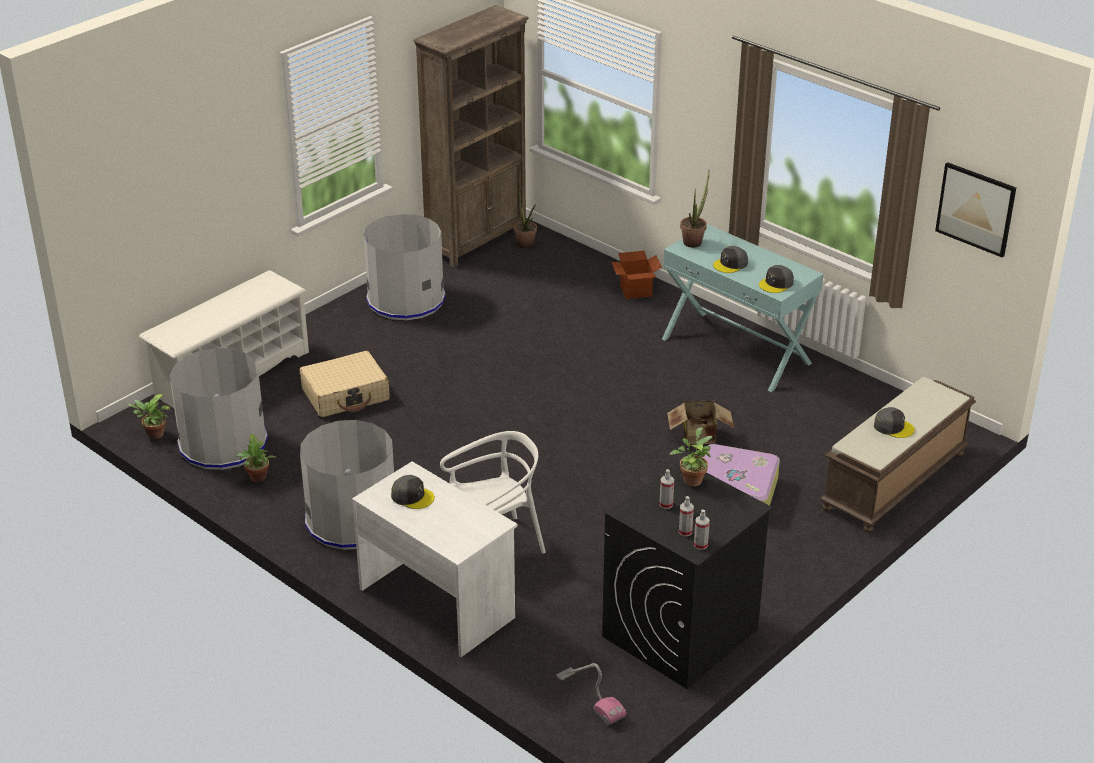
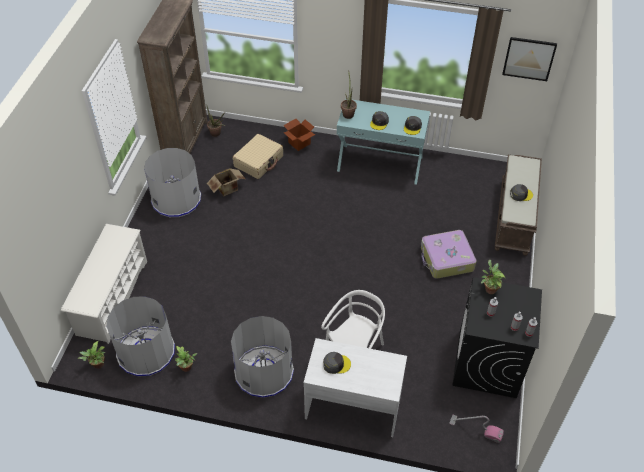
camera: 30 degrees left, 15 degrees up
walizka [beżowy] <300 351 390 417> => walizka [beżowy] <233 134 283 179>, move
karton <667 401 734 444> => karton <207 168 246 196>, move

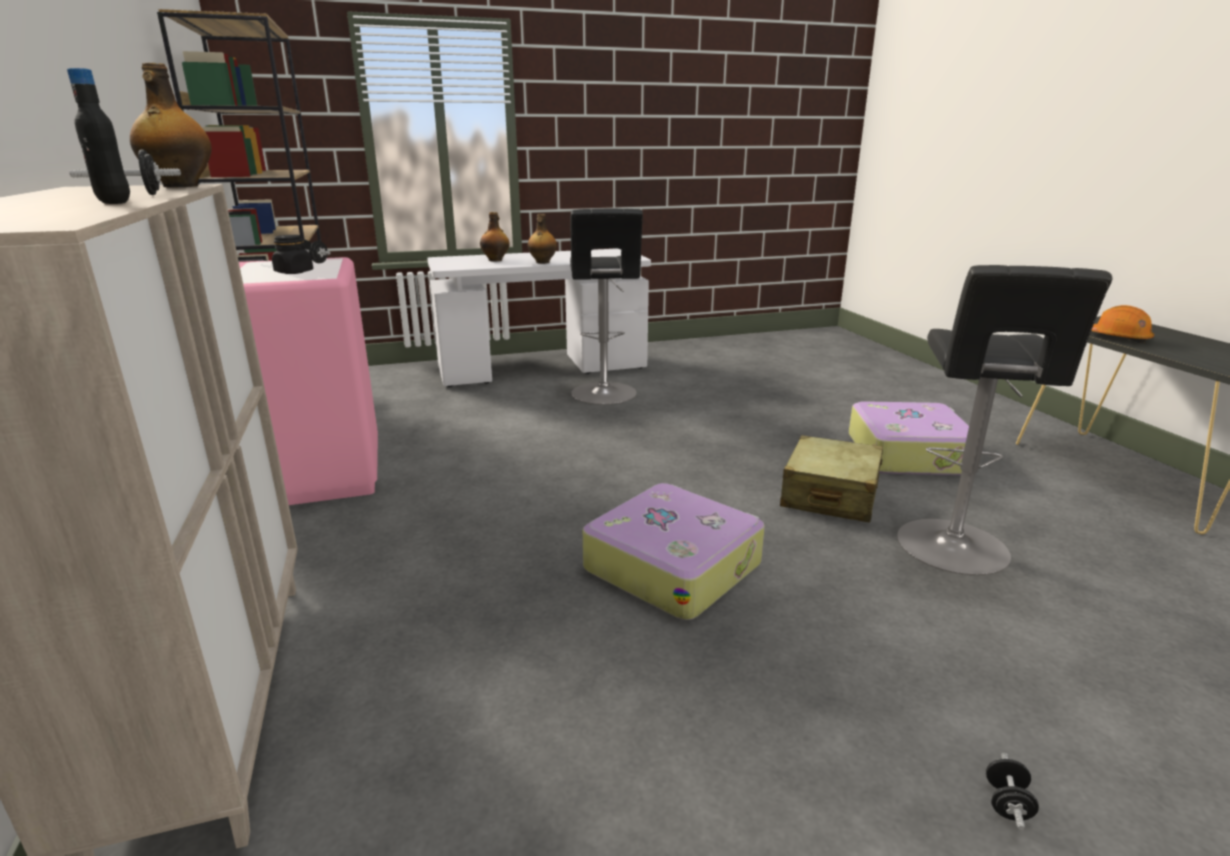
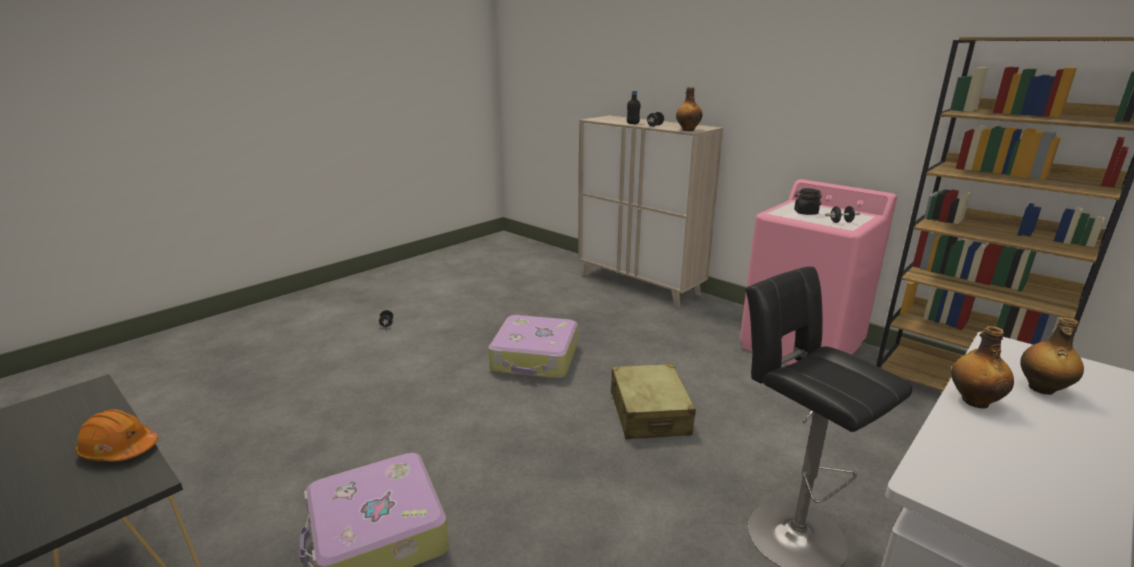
camera: 150 degrees right, 0 degrees up
stołek [czarny] <897 265 1112 575> => nothing
walizka [beżowy] <780 435 883 522> => walizka [beżowy] <611 364 696 439>, move

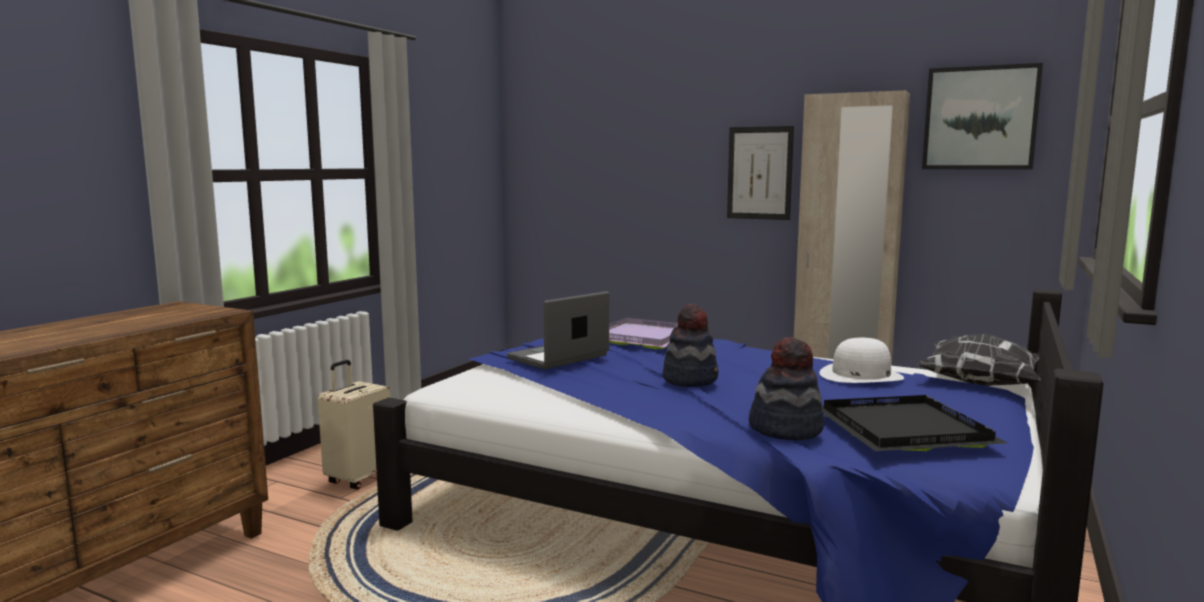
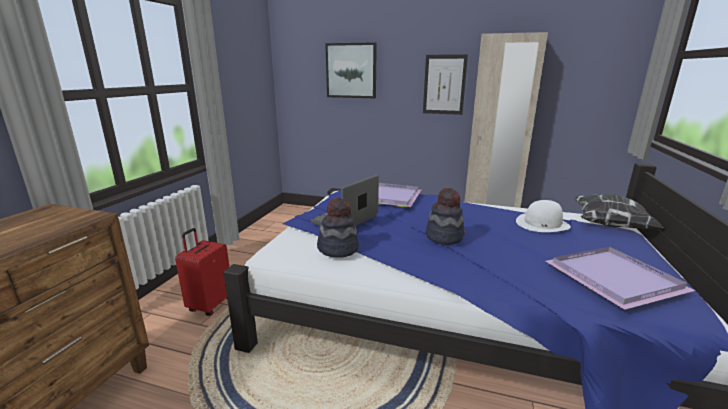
camera: 10 degrees left, 10 degrees up
kapelusz <749 337 824 441> => kapelusz <317 197 359 258>, move
obraz <922 63 1043 170> => obraz <325 42 377 98>, move
walizka [beżowy] <318 360 390 490> => walizka [czerwony] <175 228 229 316>
taca [czarny] <822 395 1007 451> => taca [fioletowy] <545 247 695 310>

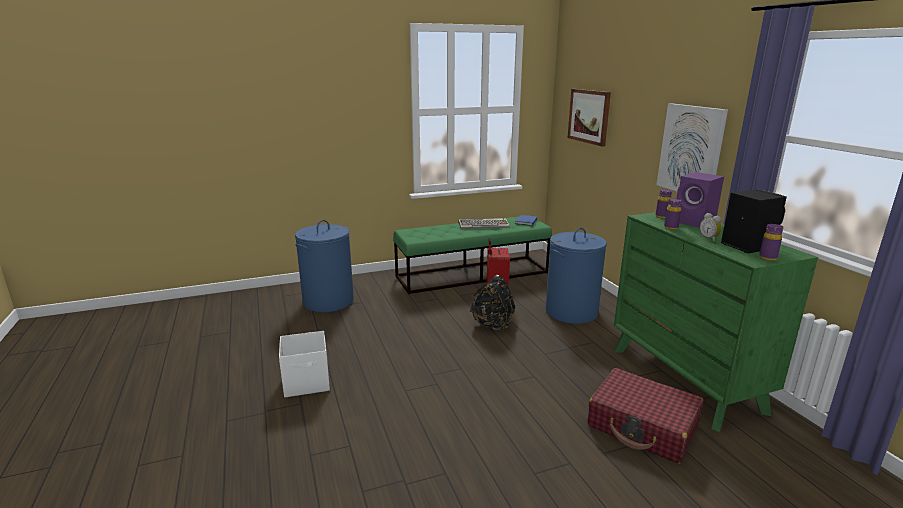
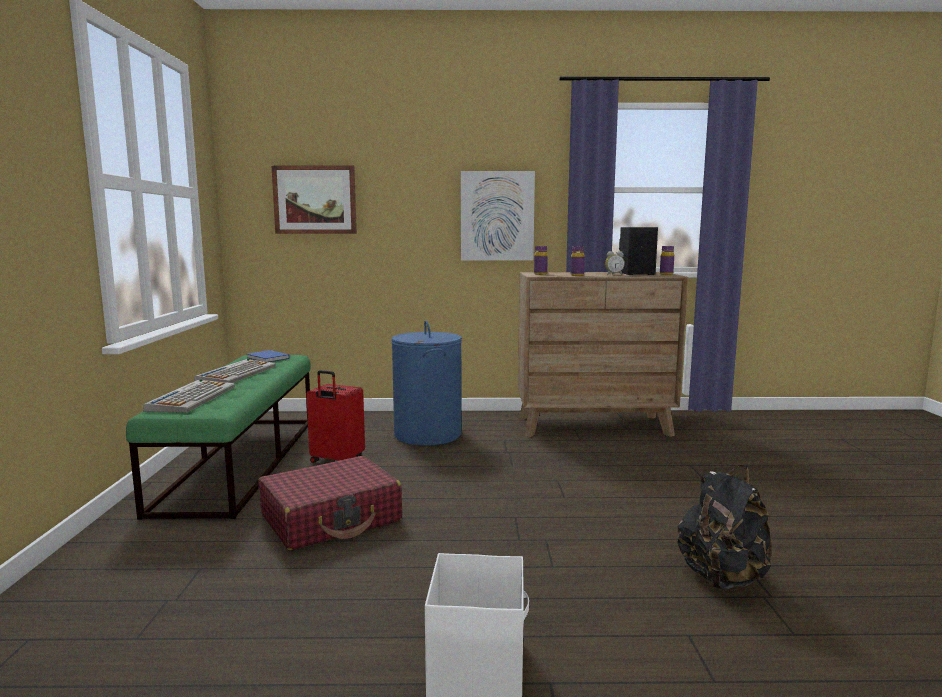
camera: 70 degrees left, 10 degrees down
kosz na pranie [niebieski] <295 220 354 312> => nothing
głośnik [fioletowy] <676 172 724 228> => nothing
nothing => klawiatura <143 380 235 413>
plecak [czarny] <470 275 516 331> => plecak [czarny] <677 465 772 589>, move
walizka [czerwony] <587 368 703 464> => walizka [czerwony] <258 456 402 550>, move
komoda [zielony] <614 212 818 432> => komoda [brązowy] <518 272 688 437>

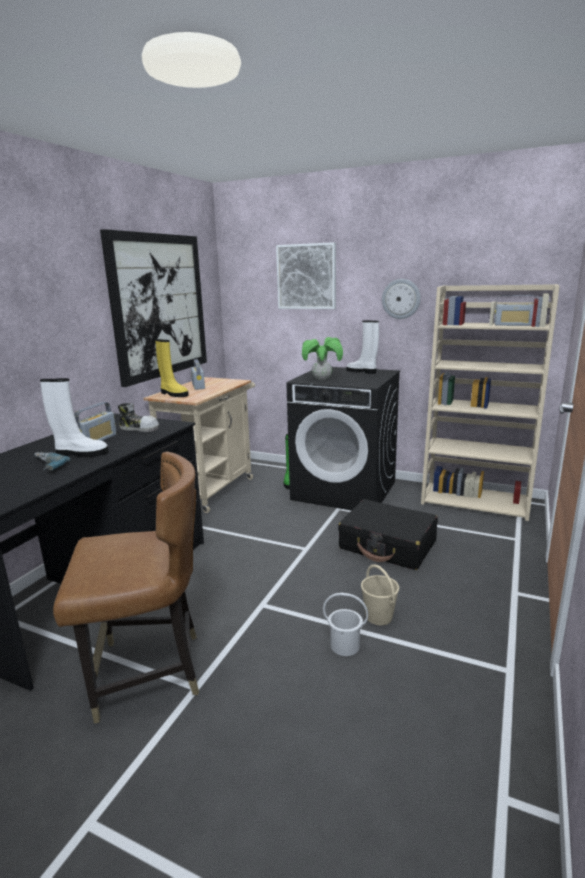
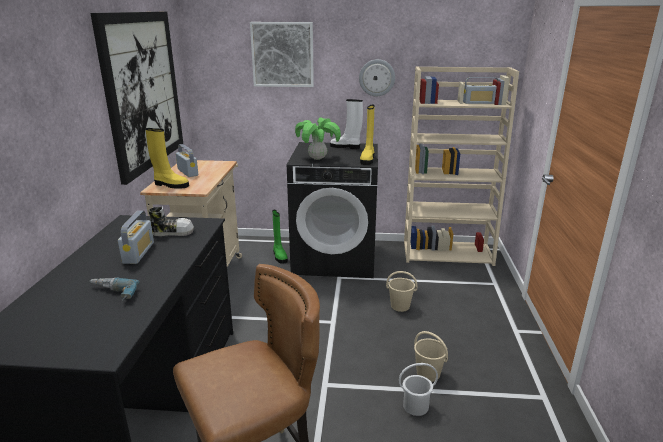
camera: 20 degrees left, 5 degrees up
but z cholewką [biały] <40 378 109 457> => nothing
nothing => but z cholewką [żółty] <360 105 375 165>
walizka [czarny] <338 499 438 570> => wiadro [beżowy] <386 271 417 312>

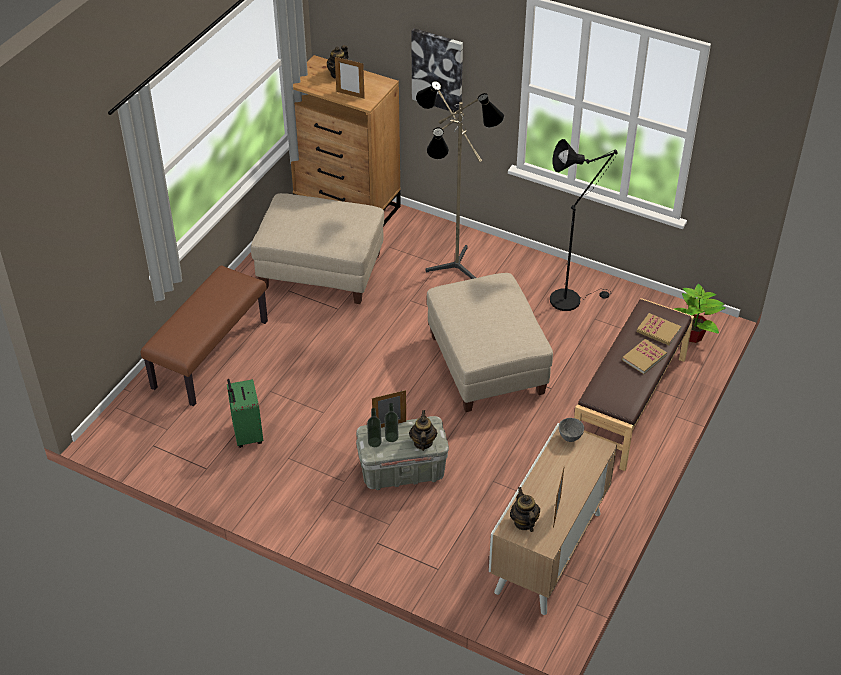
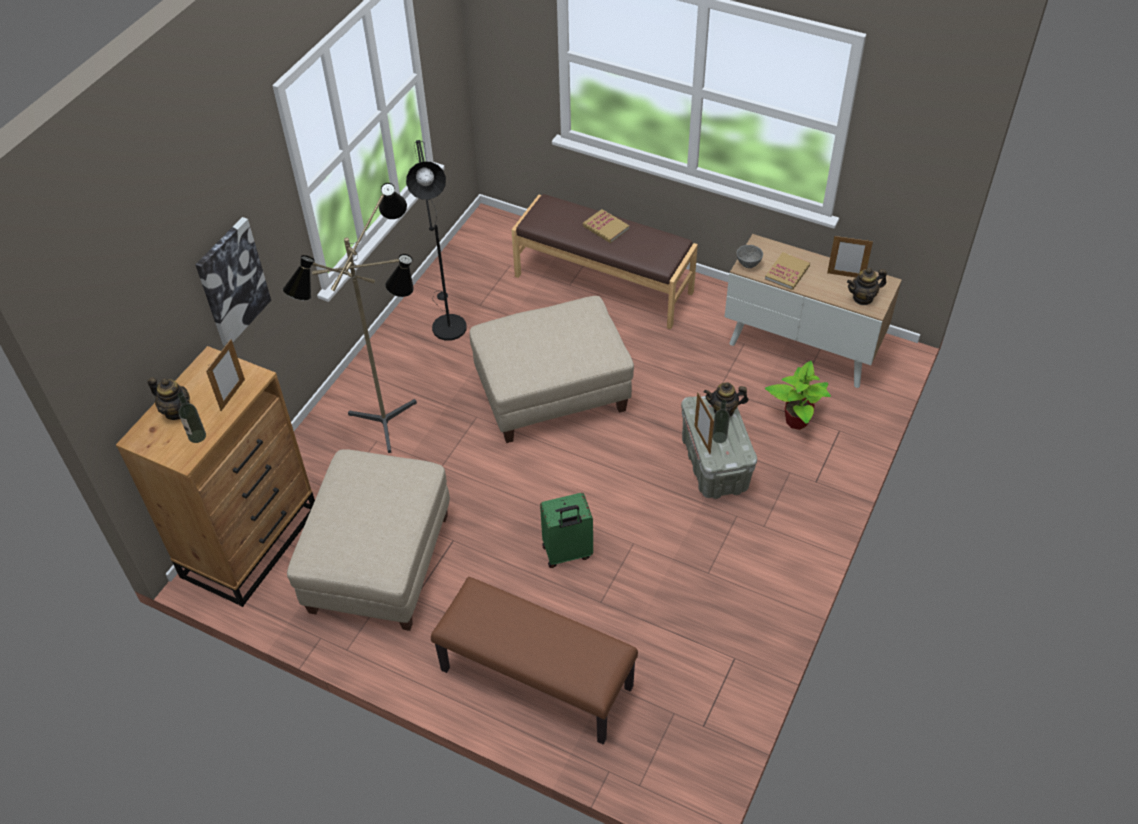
camera: 90 degrees left, 5 degrees up
walizka [zielony] <227 379 263 448> => walizka [zielony] <540 493 593 568>, move
butelka <367 408 382 447> => butelka <178 392 206 443>, move
książka <637 313 681 345> => książka <765 252 810 290>, move
roślina doniczkowa <674 284 725 343> => roślina doniczkowa <765 361 831 430>, move

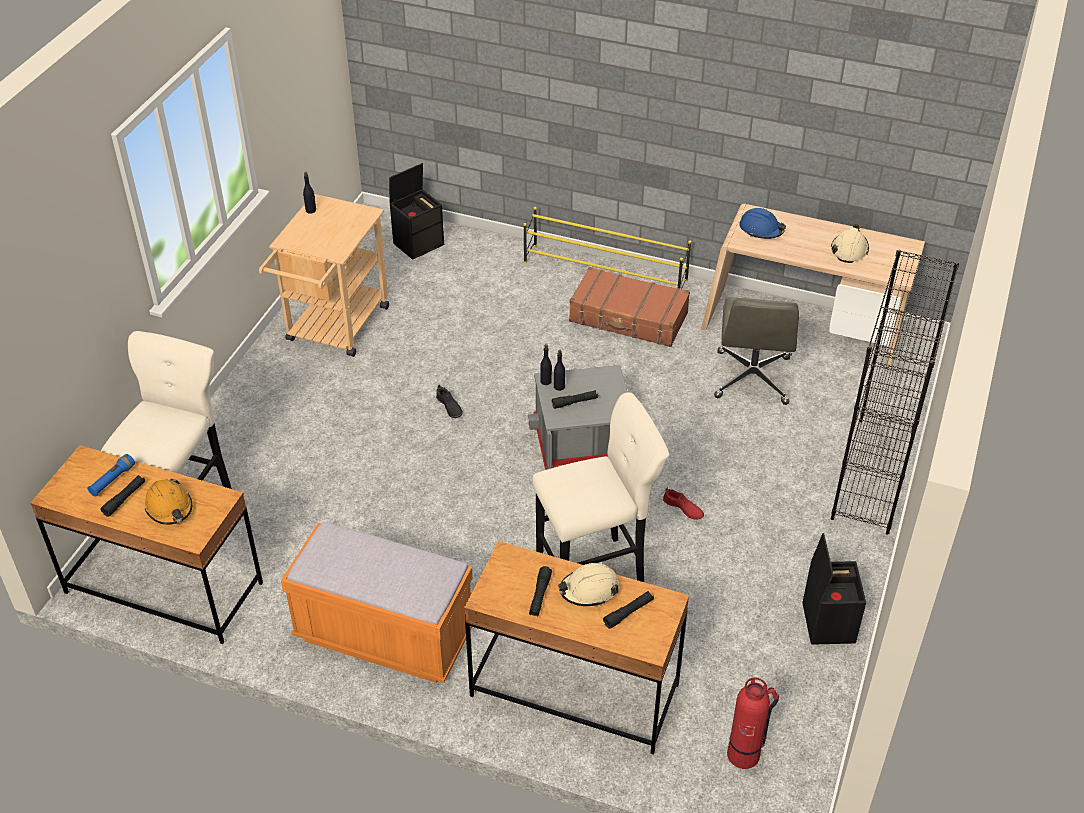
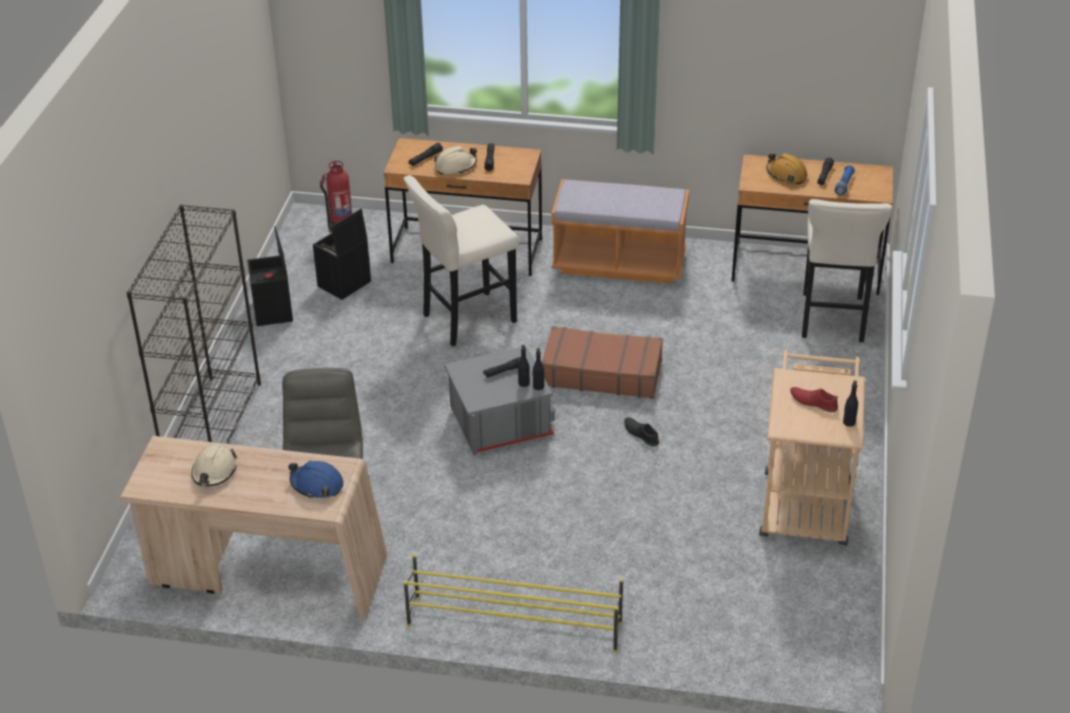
camera: 170 degrees right, 5 degrees down
pojemnik do przechowywania [czarny] <389 163 444 260> => pojemnik do przechowywania [czarny] <313 209 371 300>, move
walizka [brązowy] <569 267 690 347> => walizka [brązowy] <542 326 663 399>, move
but [czerwony] <663 487 704 519> => but [czerwony] <790 387 838 412>, move

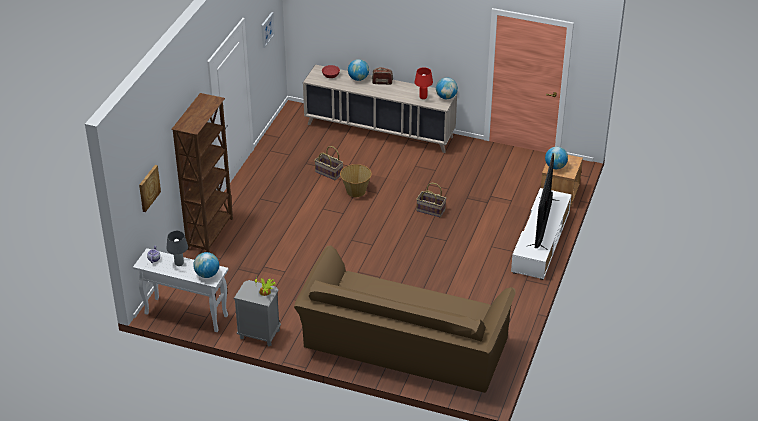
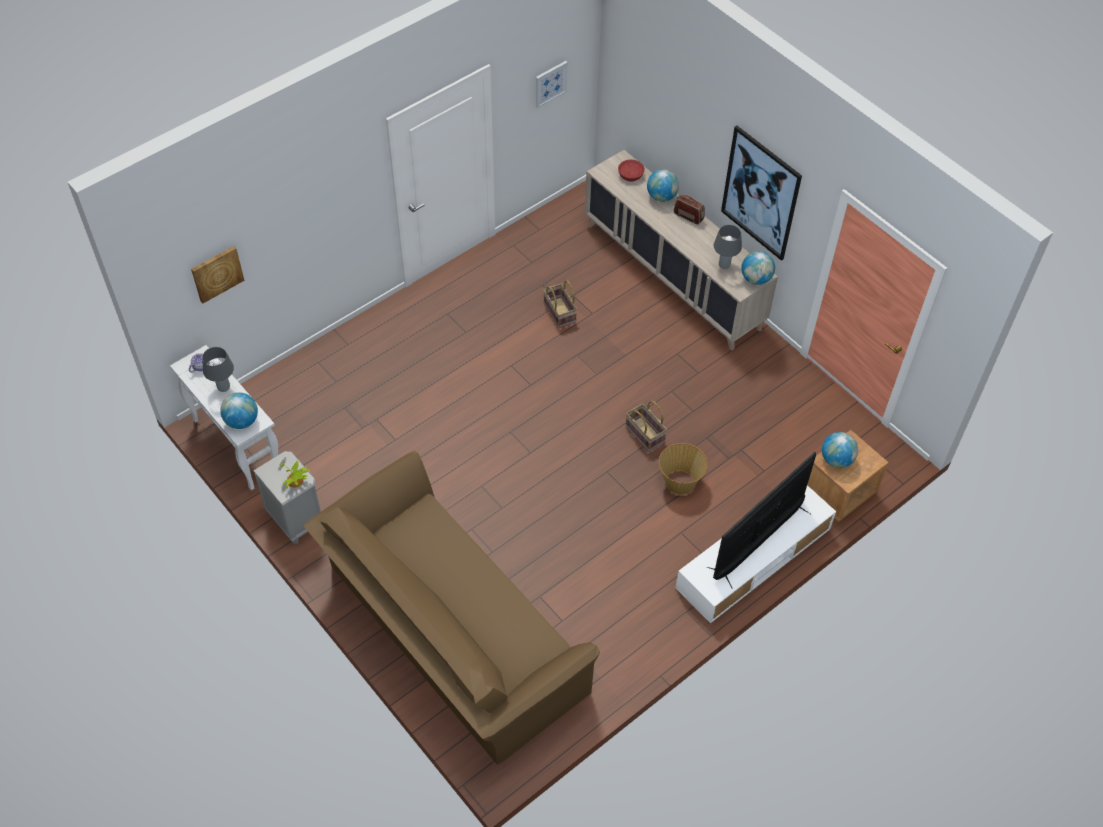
camera: 30 degrees right, 15 degrees up
regał [brązowy] <171 93 233 253> => nothing
nothing => obraz <721 126 802 261>
koszyk <340 164 372 197> => koszyk <659 443 708 495>, move
lampa stołowa [czerwony] <415 67 433 99> => lampa stołowa [szary] <714 225 742 269>

